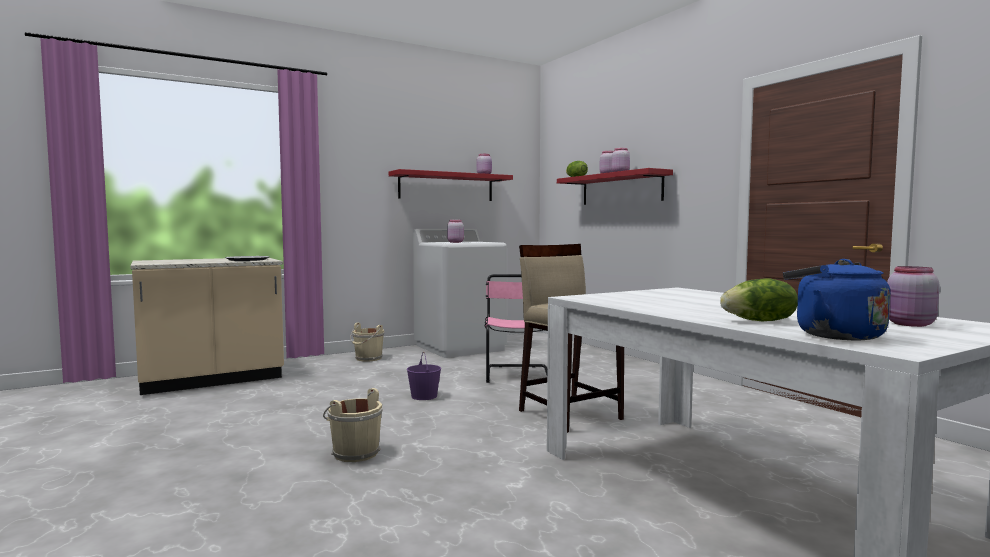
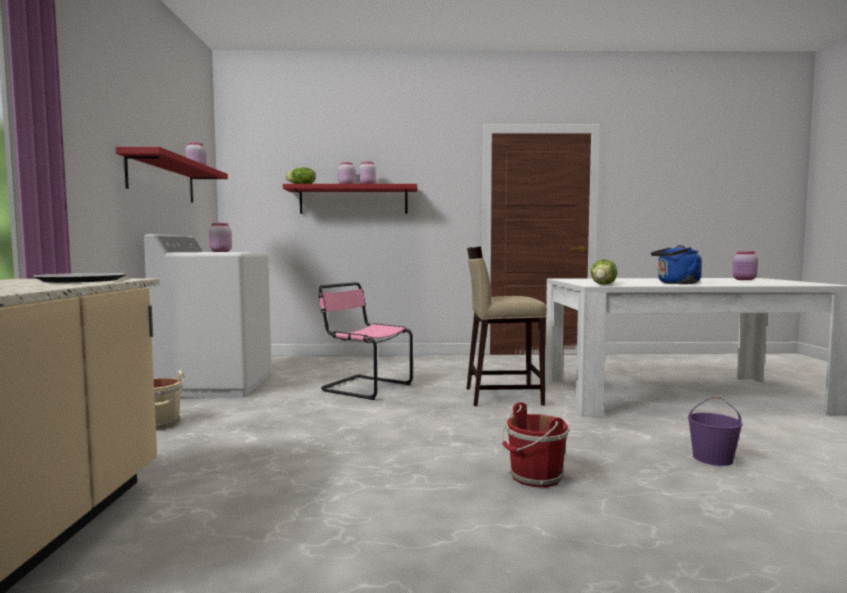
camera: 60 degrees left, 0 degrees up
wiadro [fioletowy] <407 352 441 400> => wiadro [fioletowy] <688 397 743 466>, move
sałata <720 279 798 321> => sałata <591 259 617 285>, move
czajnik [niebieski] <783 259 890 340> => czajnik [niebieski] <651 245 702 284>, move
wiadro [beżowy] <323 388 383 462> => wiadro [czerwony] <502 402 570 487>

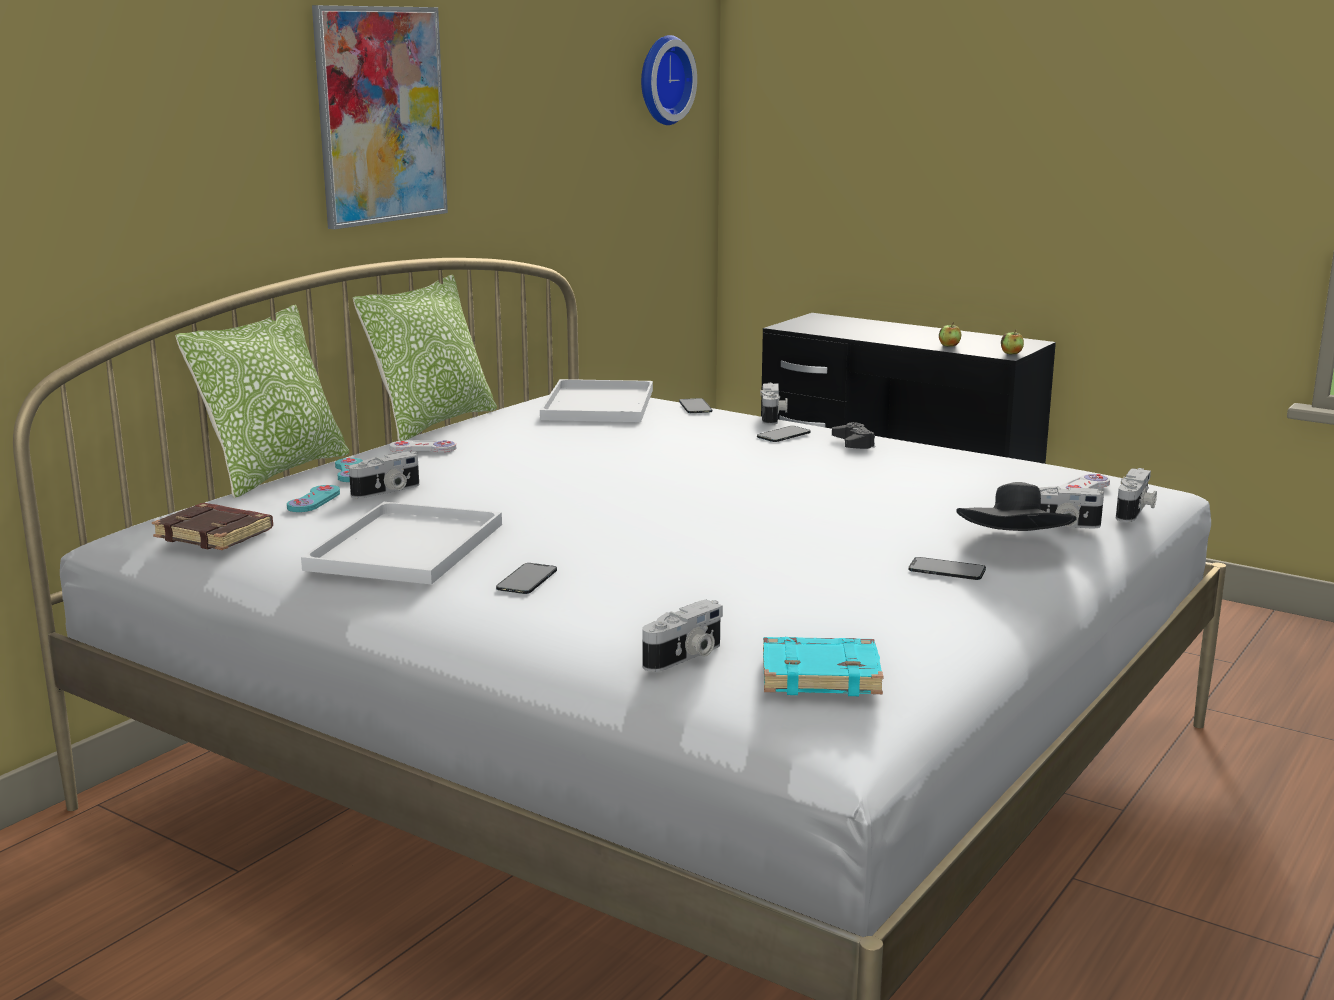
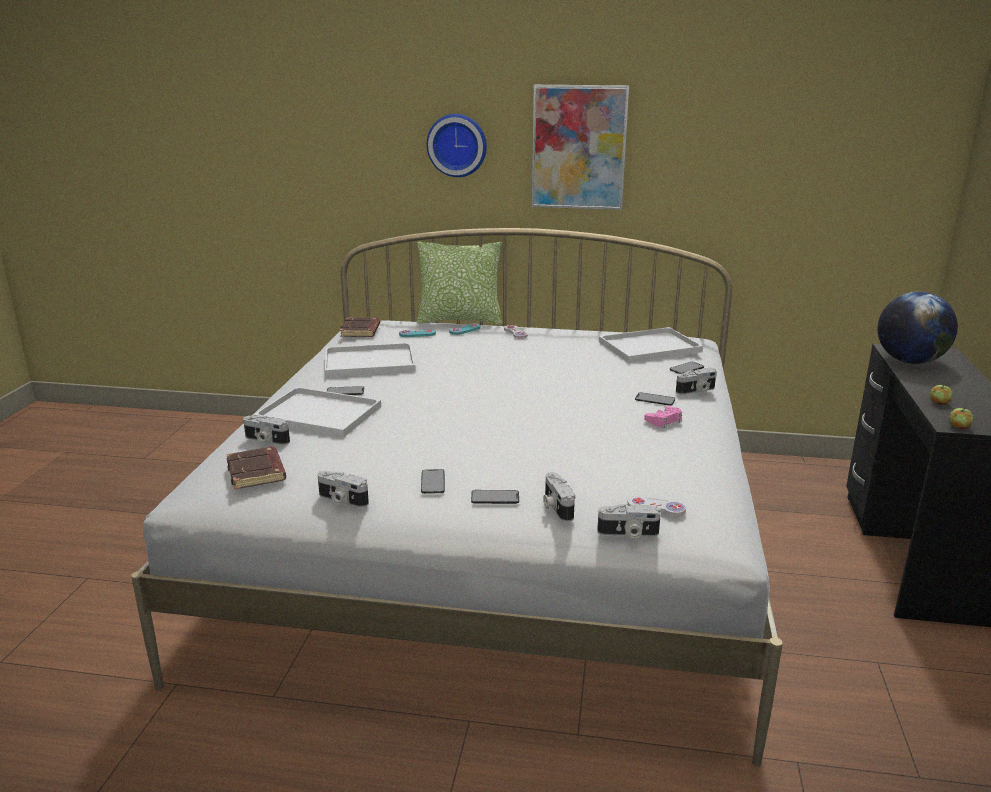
camera: 65 degrees right, 5 degrees up
poduszka <353 275 497 441> => nothing
nothing => taca [biały] <253 387 381 437>
nothing => globus <878 292 958 364>
aparat fotograficzny <349 451 419 499> => aparat fotograficzny <317 471 369 507>, move
zegar ścienny <641 35 697 125> => zegar ścienny <427 114 487 177>, move
kapelusz [czarny] <956 482 1077 531> => telefon <471 490 519 504>
książka [turkusowy] <763 637 884 696> => książka [brązowy] <226 447 286 490>
pad do gier [czarny] <832 422 875 449> => pad do gier [różowy] <644 406 682 428>

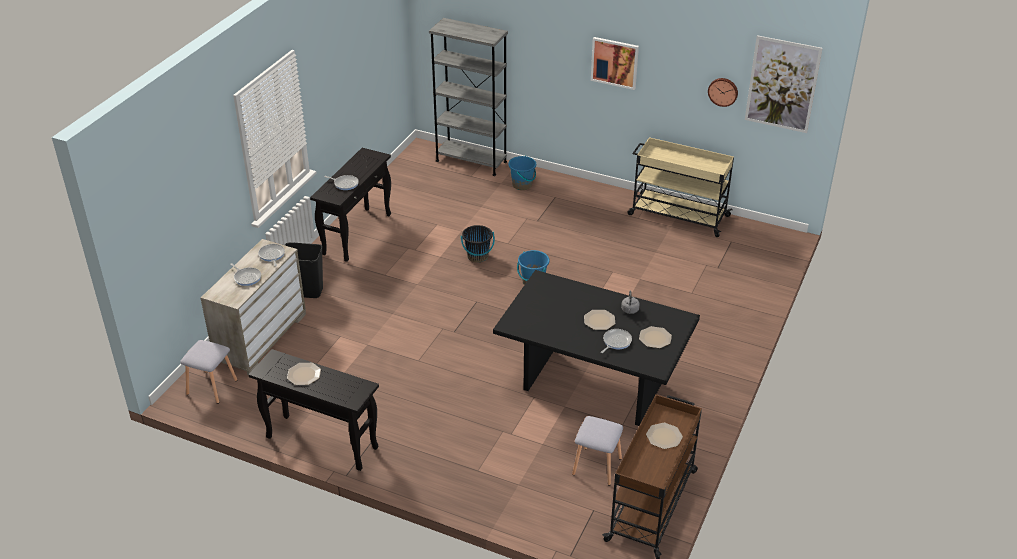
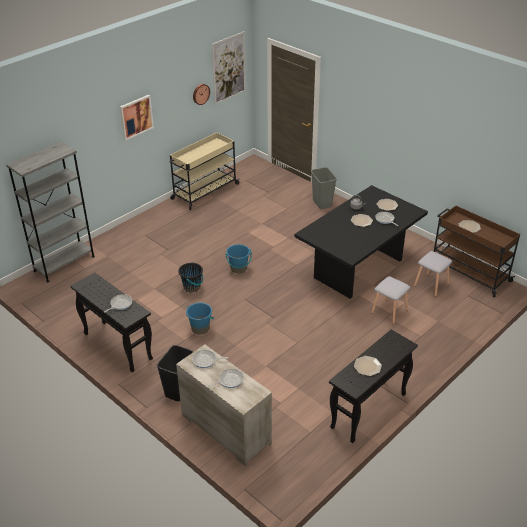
camera: 70 degrees left, 0 degrees up
nothing => kosz na śmieci [szary] <311 167 337 209>
stołek [szary] <180 340 237 404> => stołek [szary] <371 276 410 324>, move
wiadro [niebieski] <508 156 536 190> => wiadro [niebieski] <186 303 214 335>, move

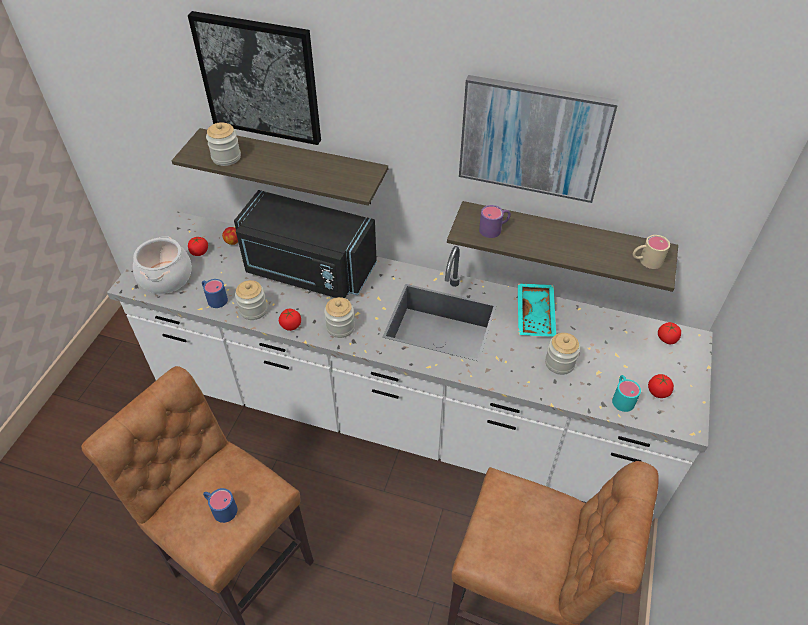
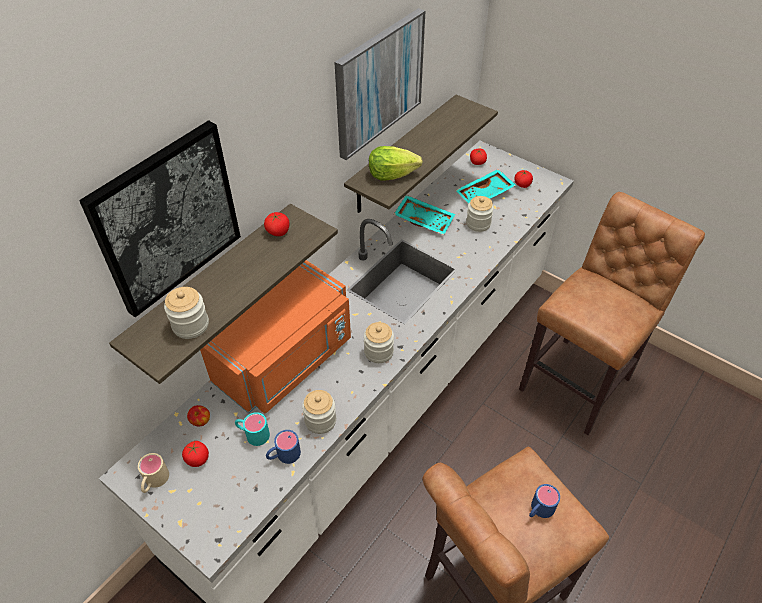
camera: 70 degrees left, 0 degrees up
garnek <133 236 192 294> => nothing
nothing => taca [turkusowy] <455 169 516 203>
pomidor <279 309 301 331> => pomidor <264 212 290 236>, move
kubek [turkusowy] <612 375 641 412> => kubek [turkusowy] <235 412 270 446>, move
kubek [beżowy] <633 235 670 269> => kubek [beżowy] <138 453 169 493>, move
kubek [fioletowy] <479 205 511 238> => sałata <369 146 423 181>
mikrofalówka [czarny] <234 190 377 298> => mikrofalówka [pomarańczowy] <200 260 351 413>

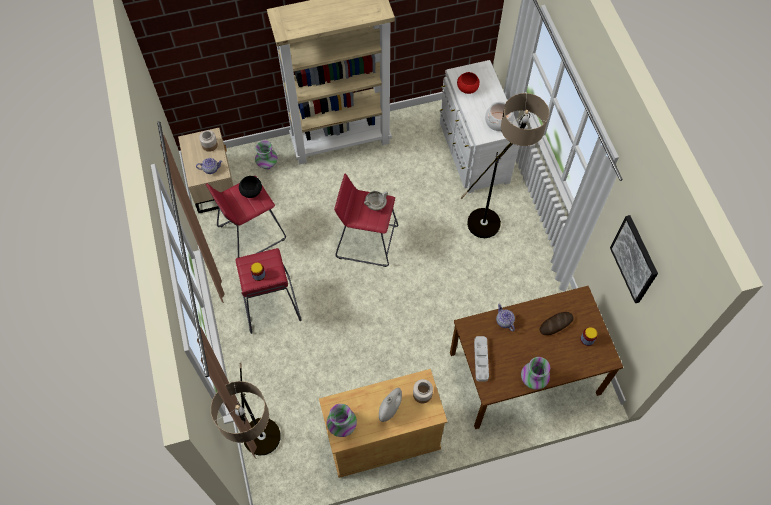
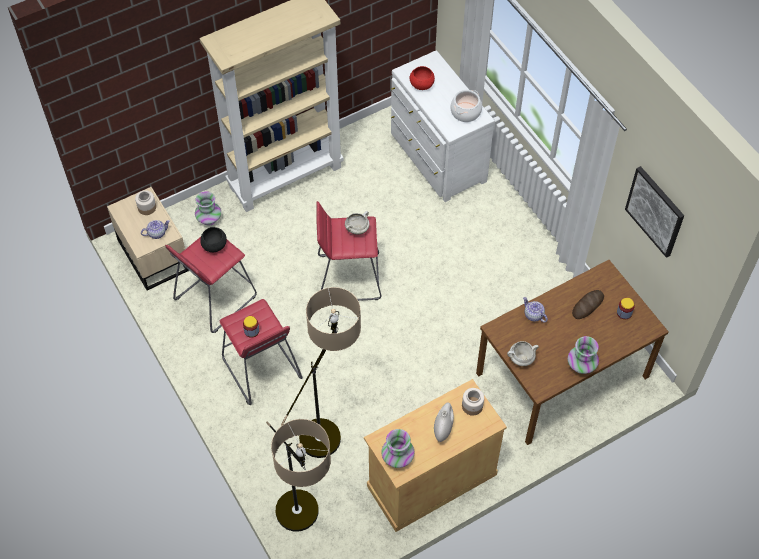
camera: 15 degrees left, 5 degrees down
lampa stojąca <461 93 549 238> => lampa stojąca <281 287 361 458>, move
taca [szary] <474 336 489 382> => garnek [biały] <507 341 539 366>

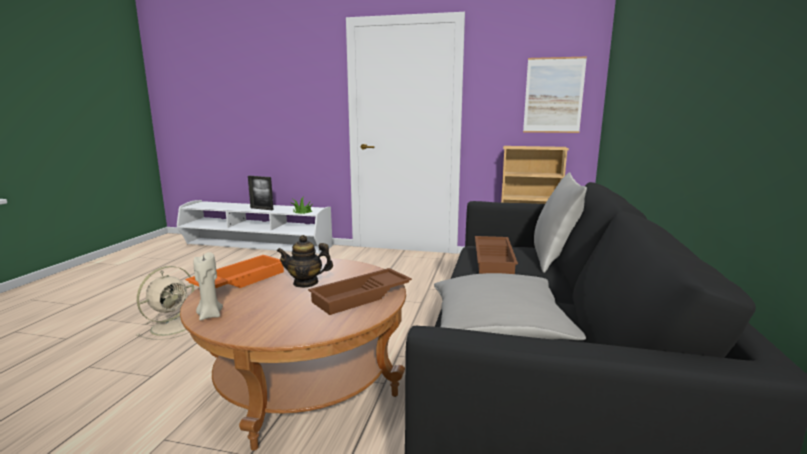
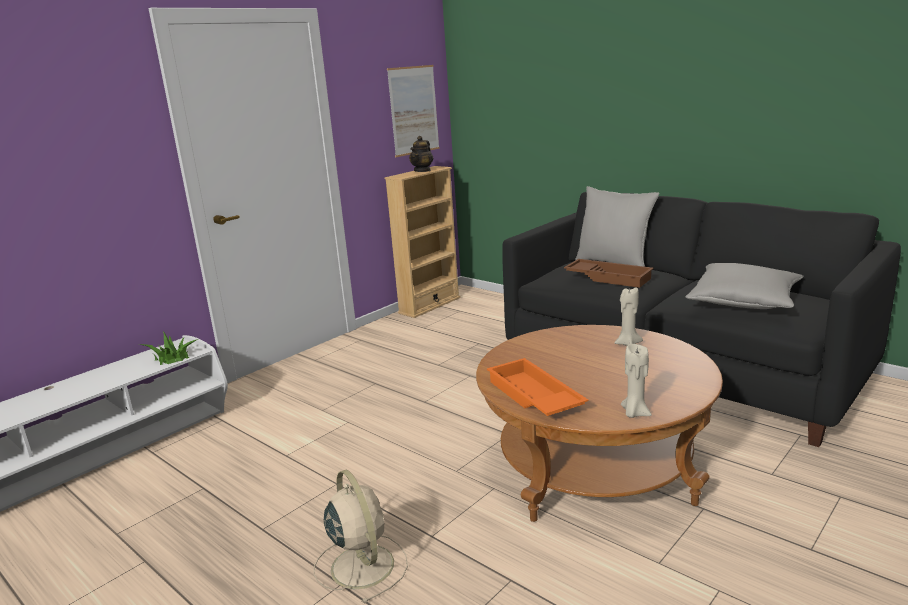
camera: 60 degrees left, 5 degrees up
ramka na zdjęcie <248 176 274 210> => nothing
imbryk <277 235 333 288> => imbryk <409 136 433 172>, move
taca [brązowy] <308 268 412 315> => świeca [beżowy] <615 287 643 346>

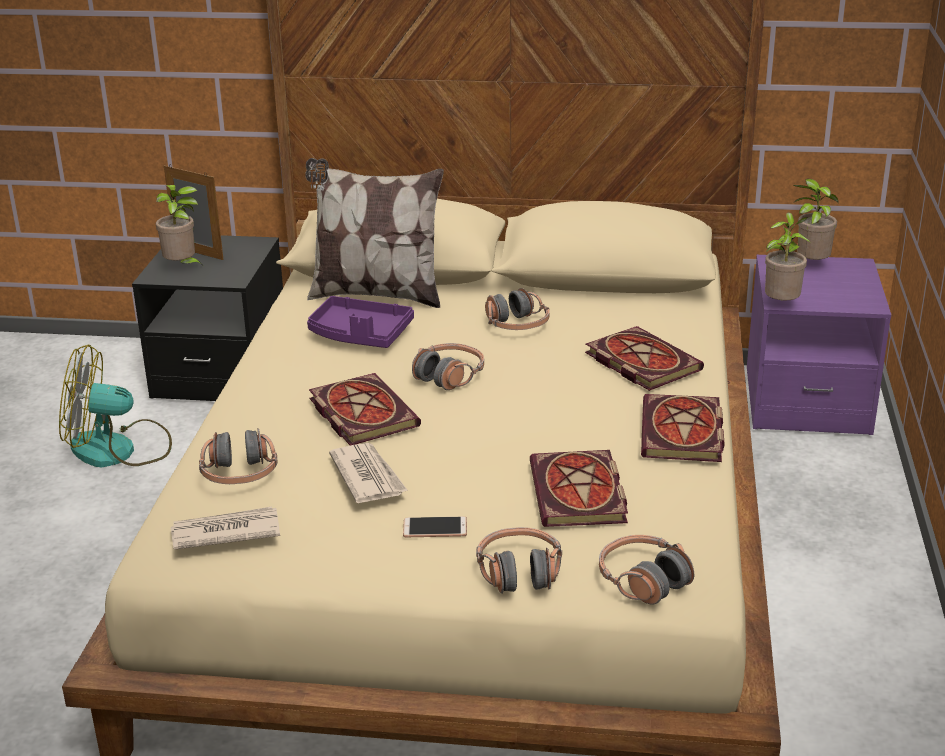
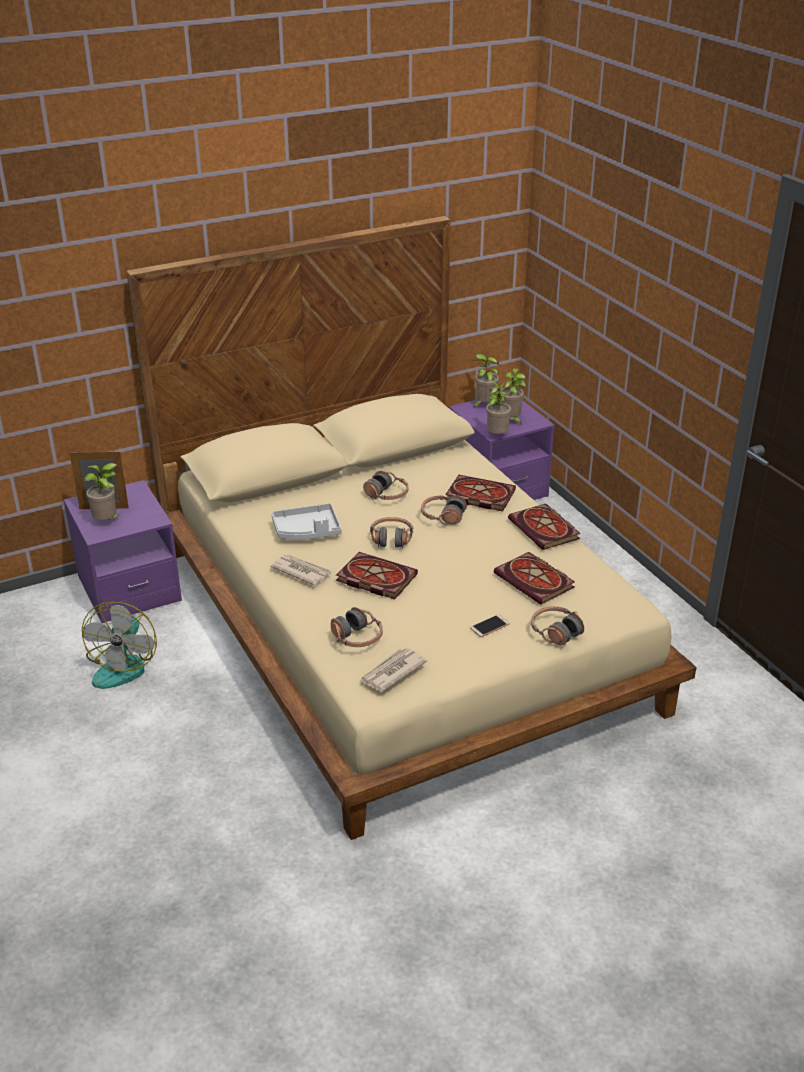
camera: 35 degrees left, 5 degrees up
poduszka <305 158 444 308> => nothing
nothing => roślina doniczkowa <499 368 526 426>
gazeta <329 443 408 503> => gazeta <270 554 331 586>, move
słuchawki <599 535 694 605> => słuchawki <421 494 467 525>, move
szafka nocna [czarny] <132 235 283 401> => szafka nocna [fioletowy] <64 480 182 623>
taca [fioletowy] <307 296 414 348> => taca [szary] <272 503 342 540>
wentylator <59 345 172 467> => wentylator <82 602 157 689>, 45 degrees counterclockwise

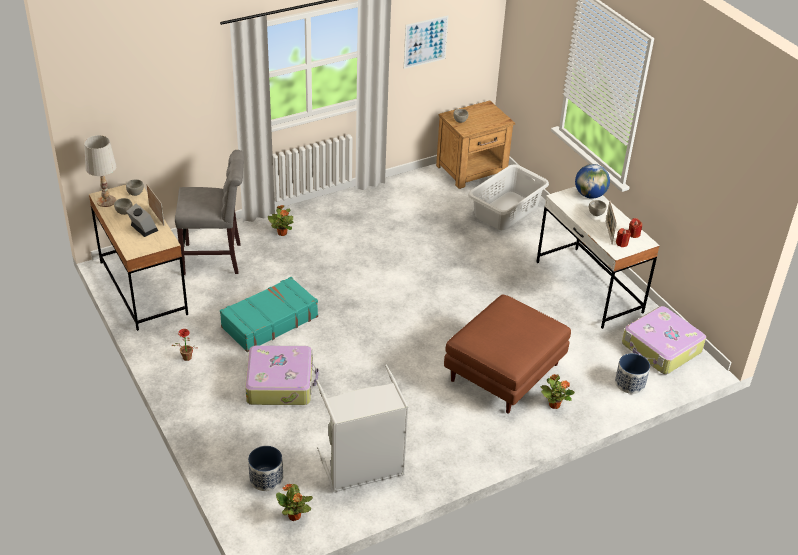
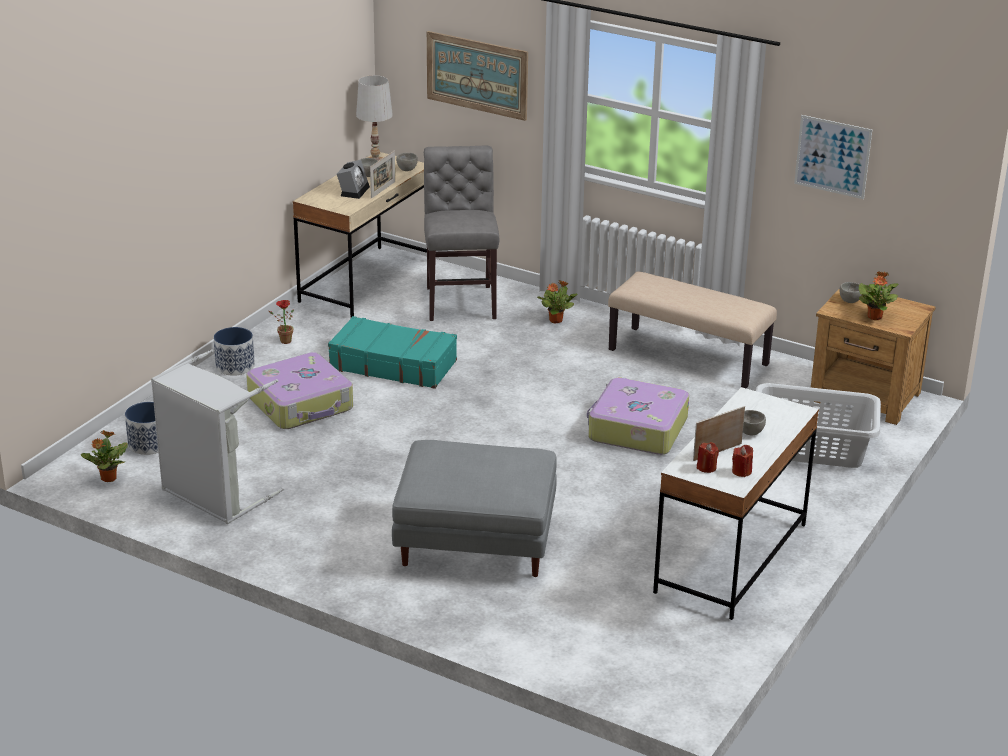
camera: 60 degrees right, 10 degrees down
globus <575 164 610 199> => nothing
nothing => obraz <427 31 528 121>
nothing => ławka [beżowy] <608 272 777 388>
roślina doniczkowa <541 374 575 409> => roślina doniczkowa <858 272 898 320>, move
donica <615 353 650 394> => donica <214 327 255 376>, move
walizka <622 306 706 374> => walizka <587 378 689 455>, move
pufa [brązowy] <444 295 571 413> => pufa [szary] <392 440 557 577>
krzesło [szary] <175 150 244 275> => krzesło [szary] <424 146 499 321>, 150 degrees counterclockwise

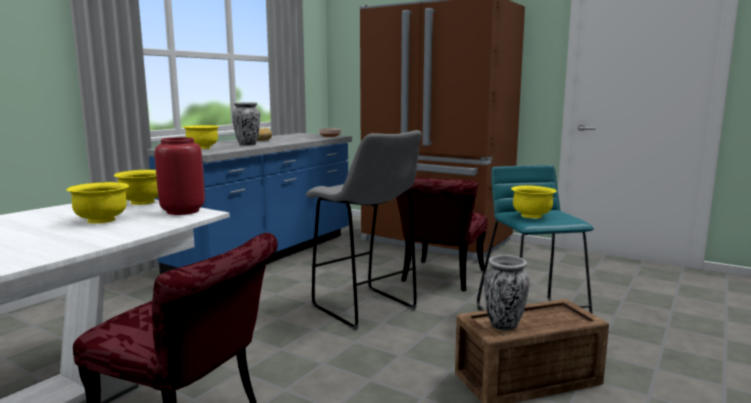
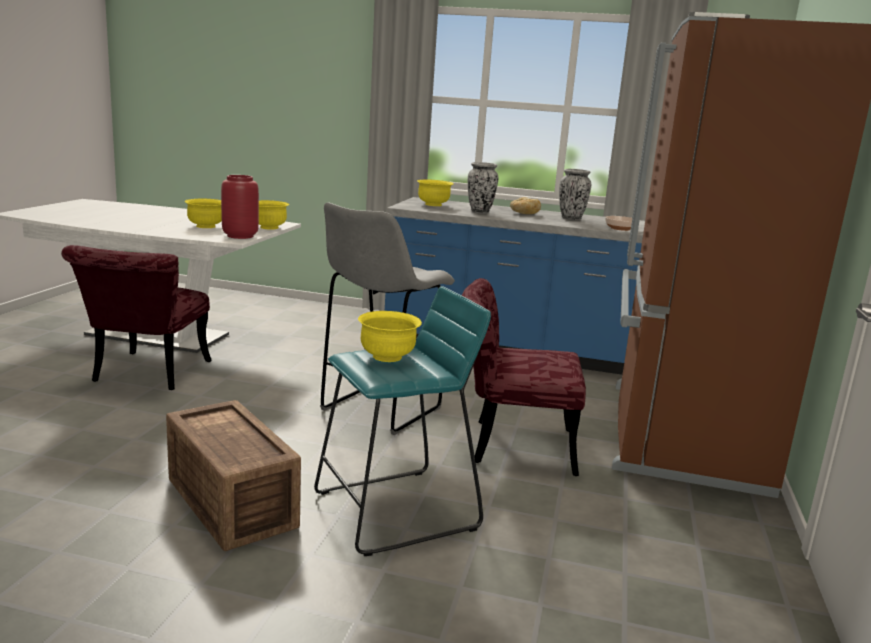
camera: 70 degrees right, 5 degrees up
wazon <484 255 530 331> => wazon <559 169 591 220>, move

